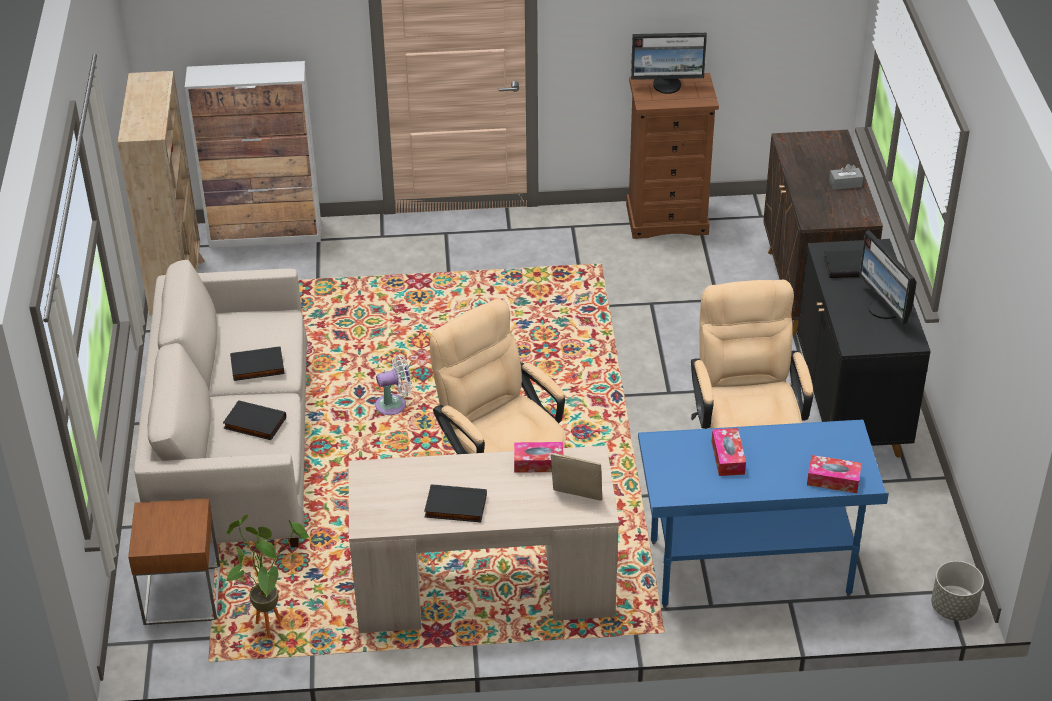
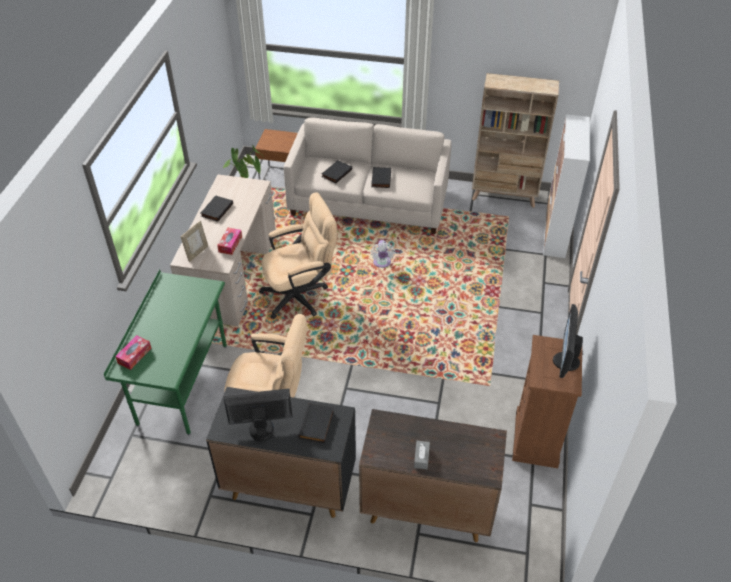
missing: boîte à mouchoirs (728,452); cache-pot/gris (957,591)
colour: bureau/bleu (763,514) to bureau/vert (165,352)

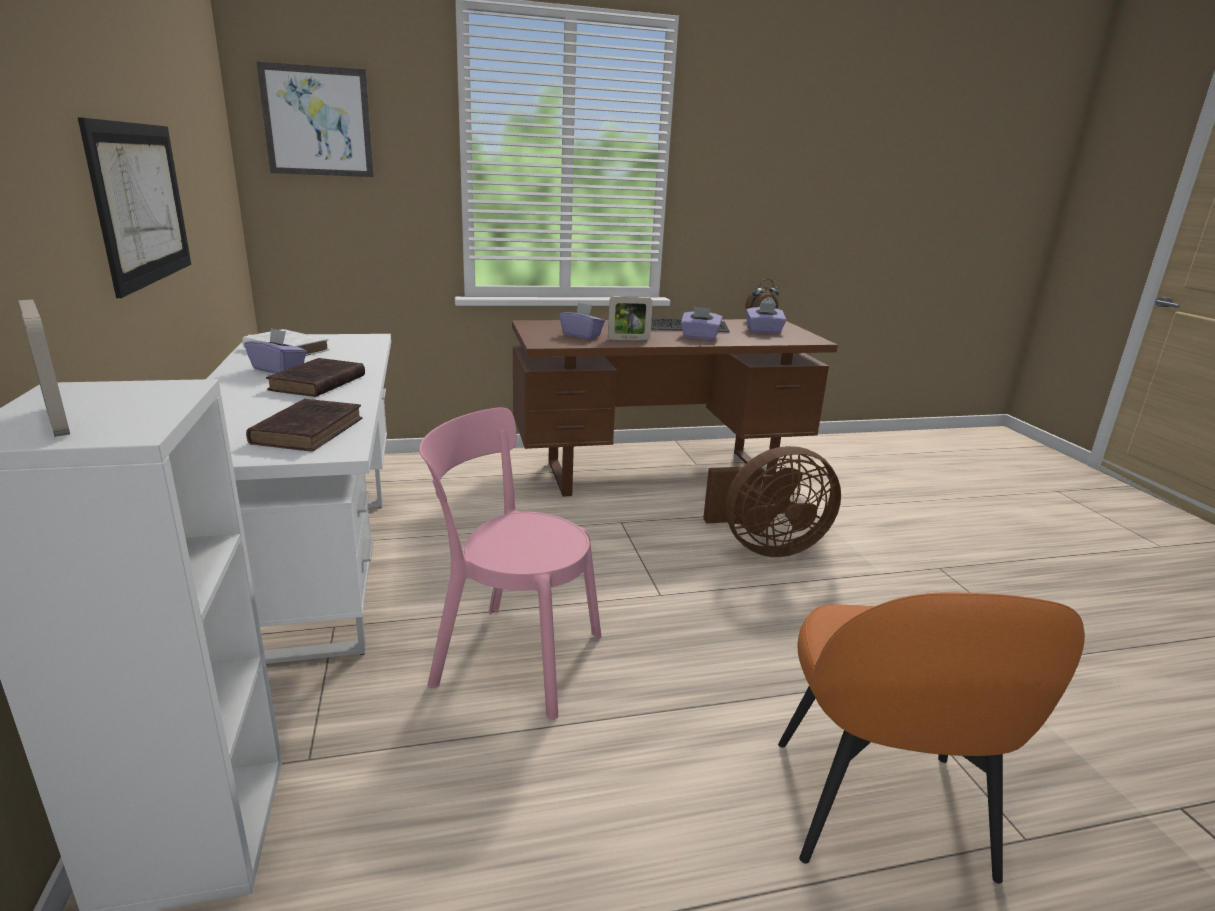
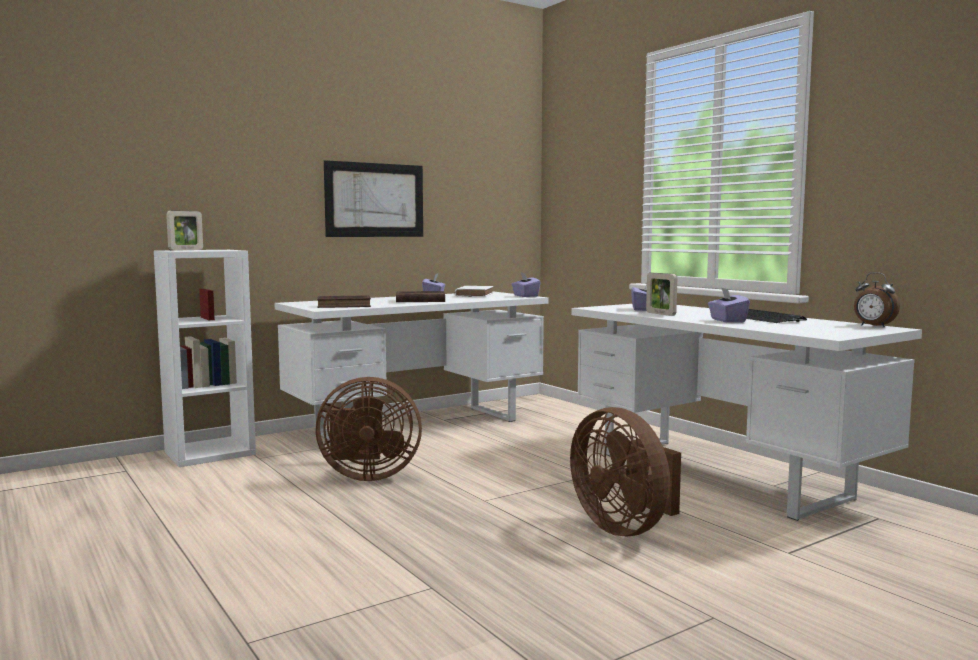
missing: tableau (315,119); chaise/orange (931,738)
relocated: boîte à mouchoirs/violet (766,318) to (526,285)
exchanged: chaise/rose (510,564) to ventilateur/marron (368,429)
colour: bureau/marron (675,408) to bureau/blanc (746,412)

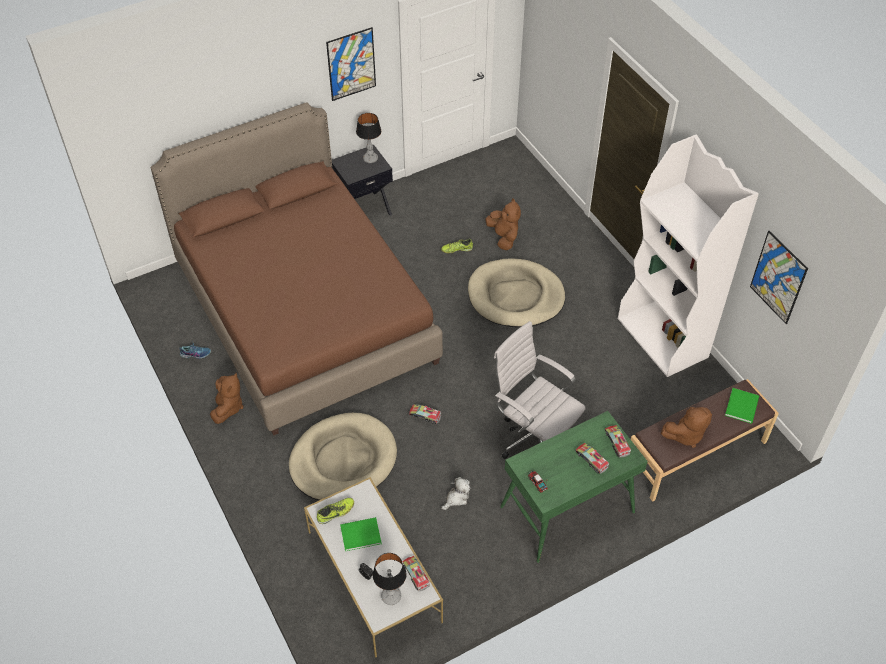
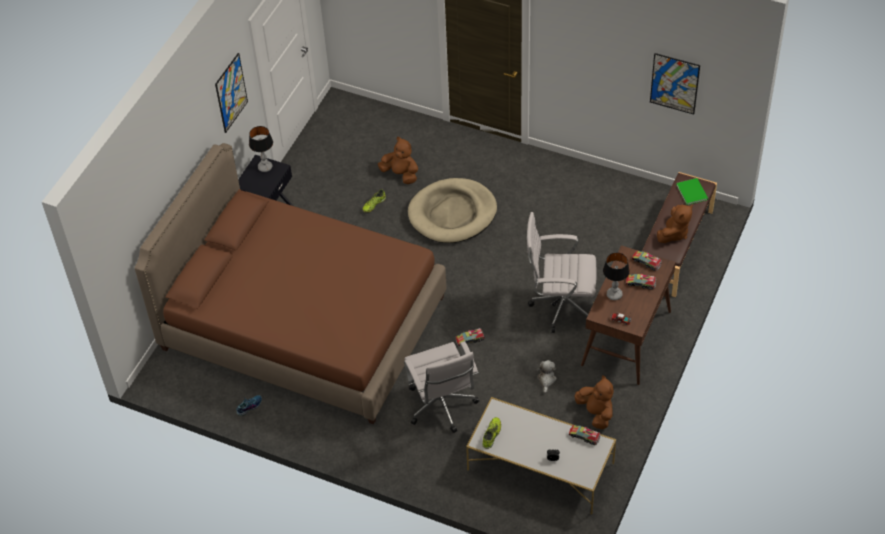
missing: bibliothèque/blanc (688,256); livre/vert (361,534)
relocated: peluche/marron (226,398) to (594,402); lampe de table (389,579) to (616,276)
exchanged: panier pour chien/beige (343,456) to chaise de bureau/blanc (441,387)
colour: bureau/vert (574,487) to bureau/marron (628,315)

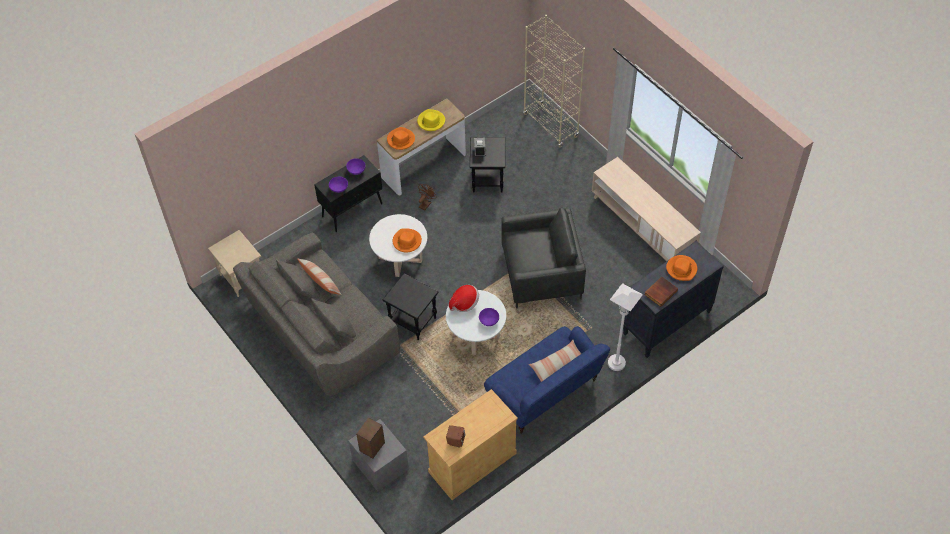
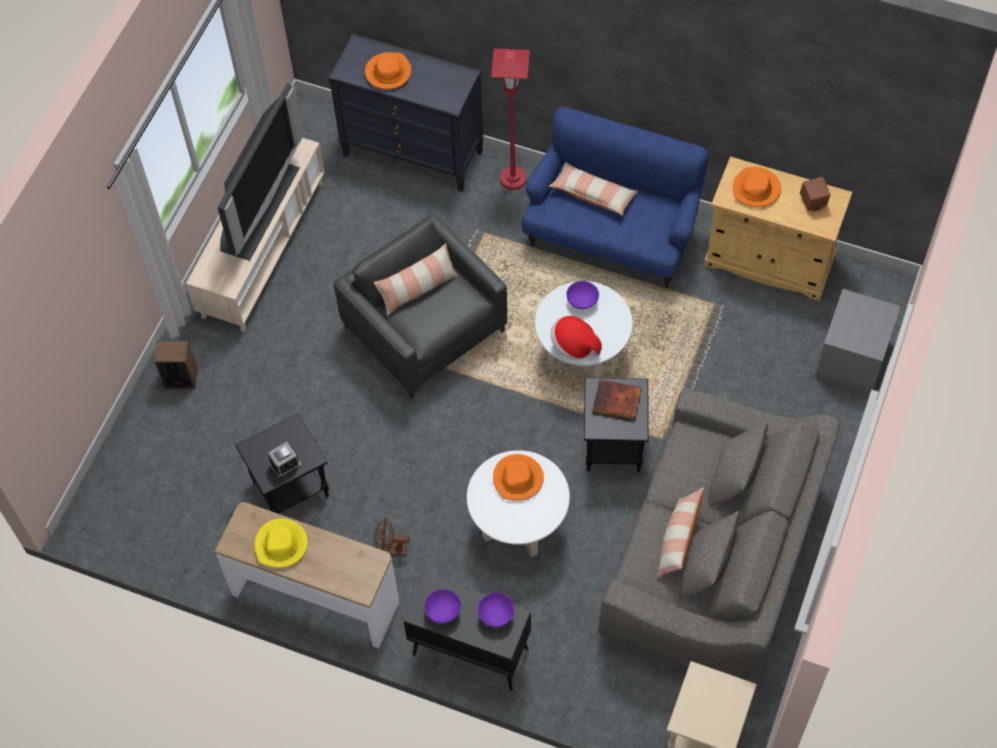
missing: bibliothèque/beige (554,81)
appeared: téléviseur (260,172); coussin (416,279)
relocated: chapeau/orange (401,138) to (757,187); livre (661,291) to (617,399); enceinte (370,437) to (176,365)
colour: lampadaire/blanc (625,327) to lampadaire/rouge (510,119)

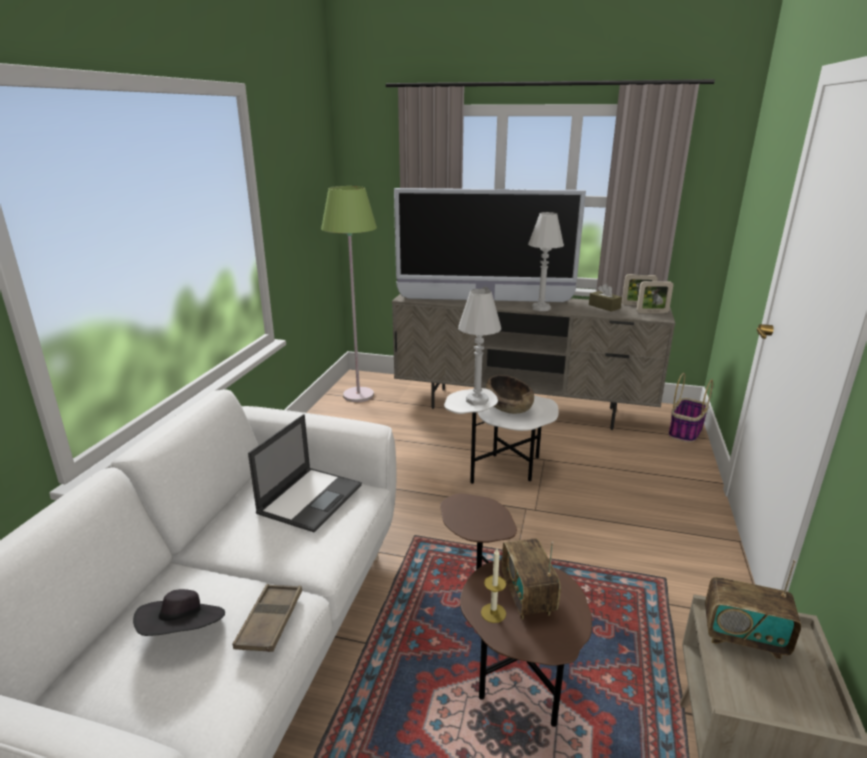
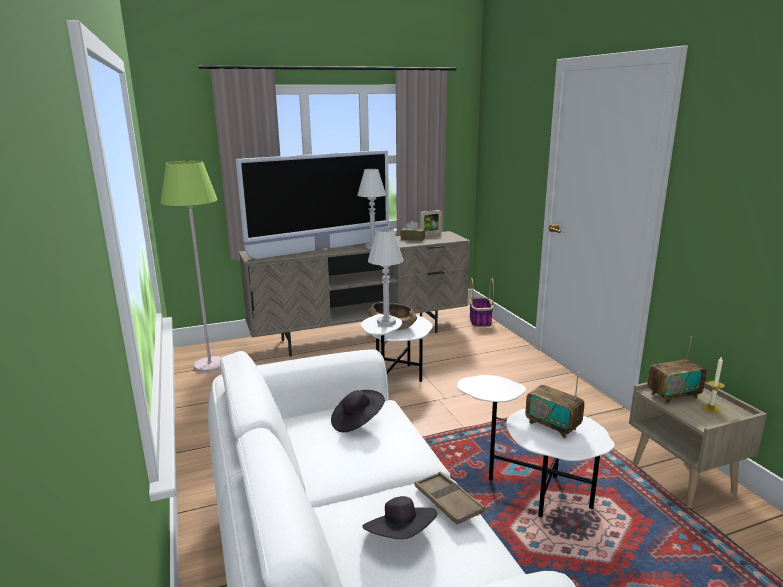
missing: cadre photo (654,297)
relocated: bougie (493,586) to (713,384)
exchanged: ordinateur portable (305,473) to chapeau/noir (358,411)
colour: table d'appoint/marron (516,610) to table d'appoint/blanc (536,446)

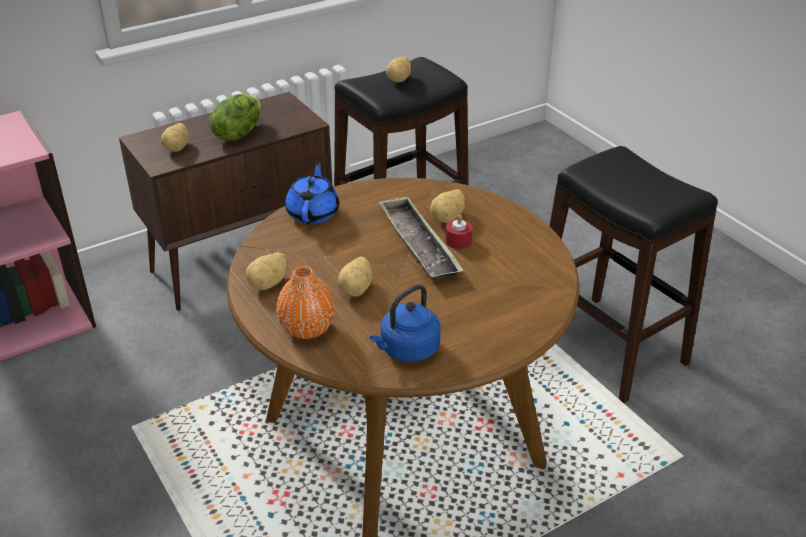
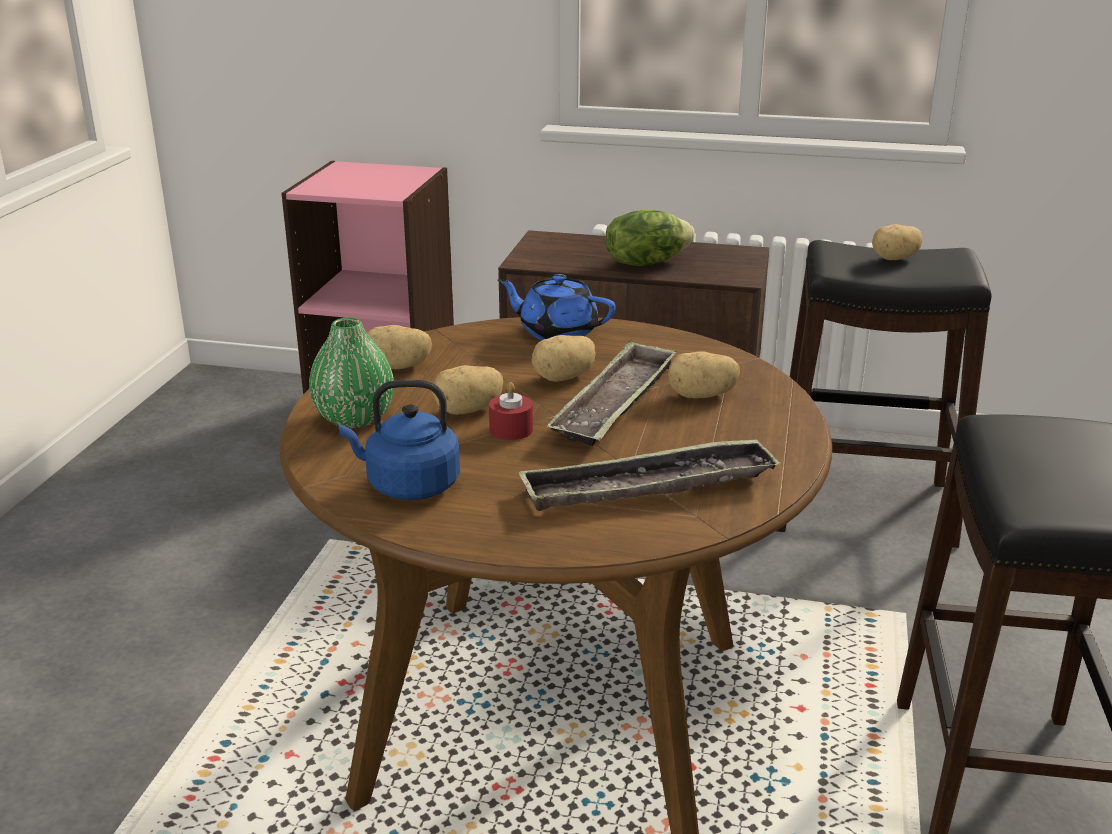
appeared: plateau (649,474)
relocated: pomme de terre (175,137) to (564,358); bougie/rouge (459,232) to (511,411)
colour: vase/orange (305,302) to vase/vert (351,372)
spun: théière/bleu (312,193) = (557,307) 120 degrees counterclockwise

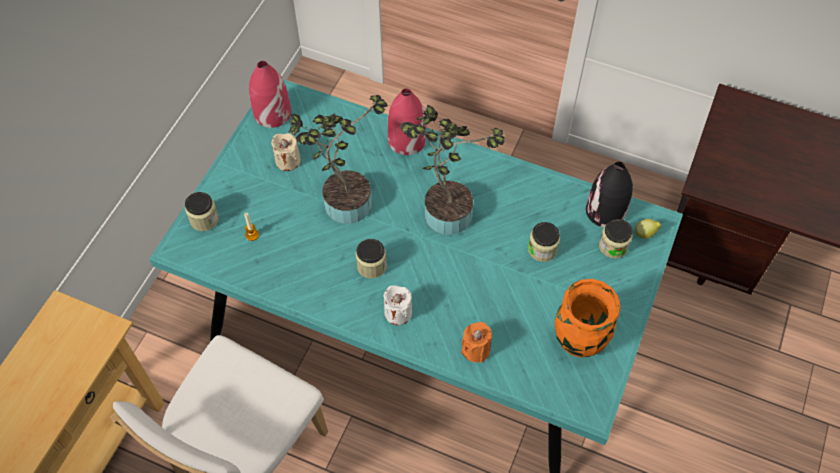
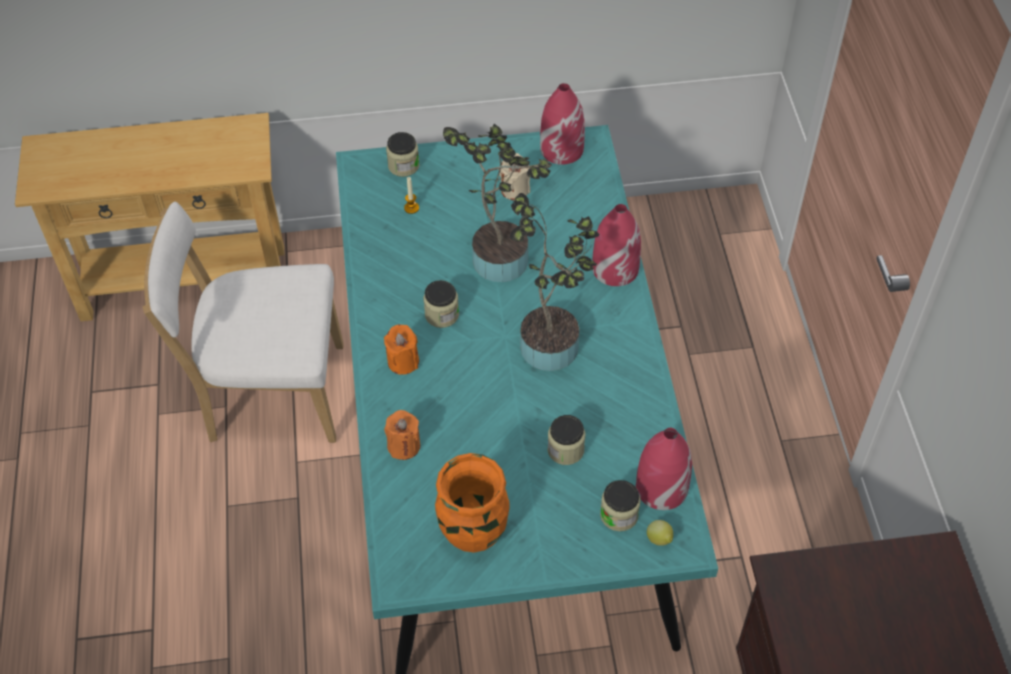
colour: vase/noir (609,194) to vase/rouge (664,469); bougie/blanc (397,305) to bougie/orange (401,349)

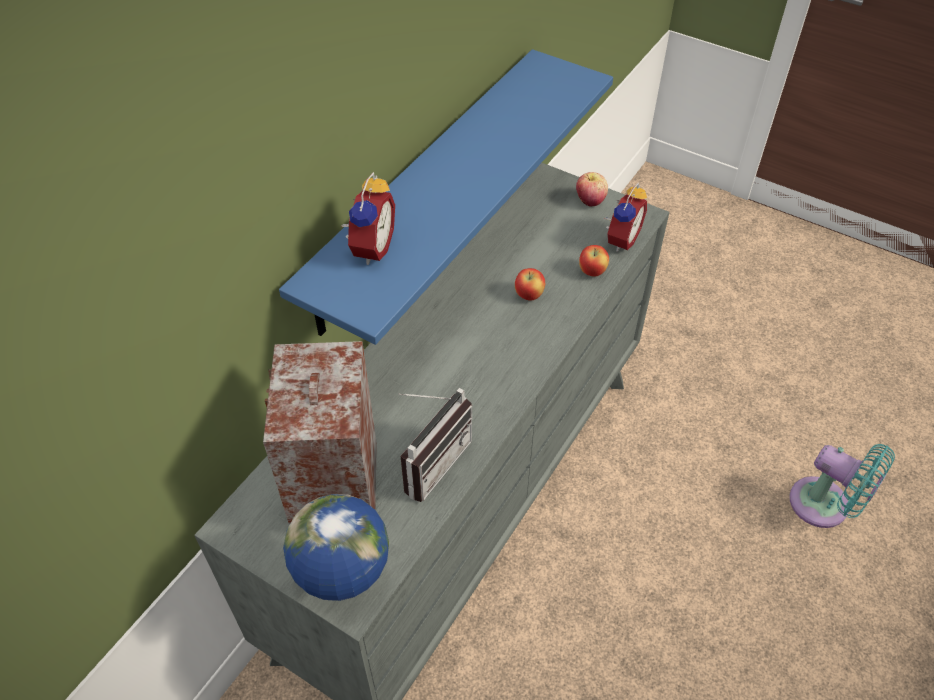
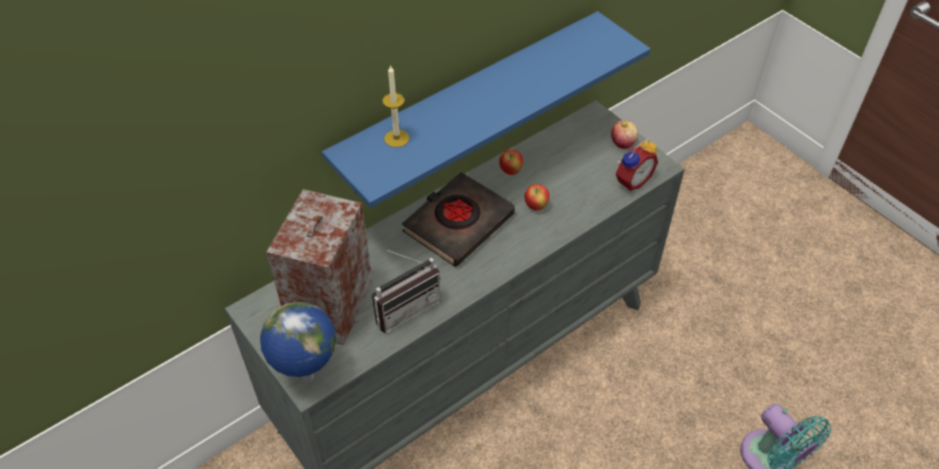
appeared: livre/noir (458,219)
relocated: pomme (594,261) to (511,162)
exchanged: réveil (367,218) to bougie (395,106)

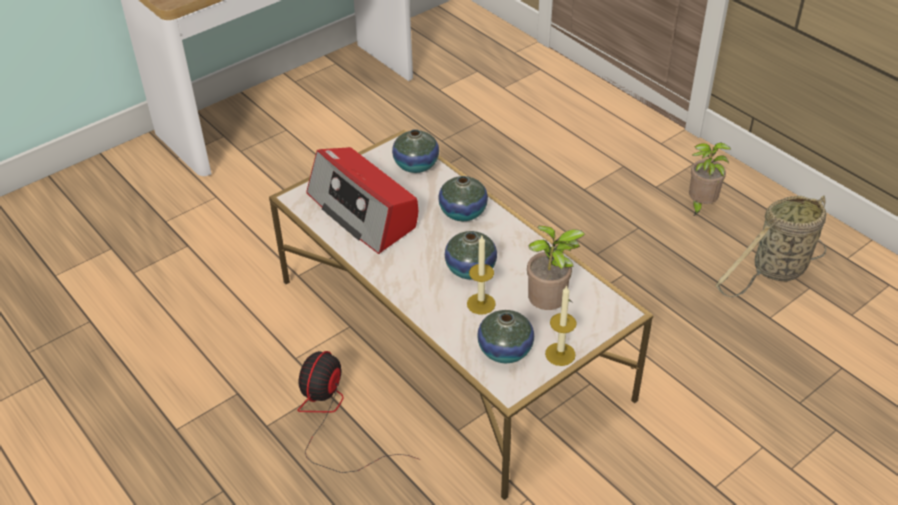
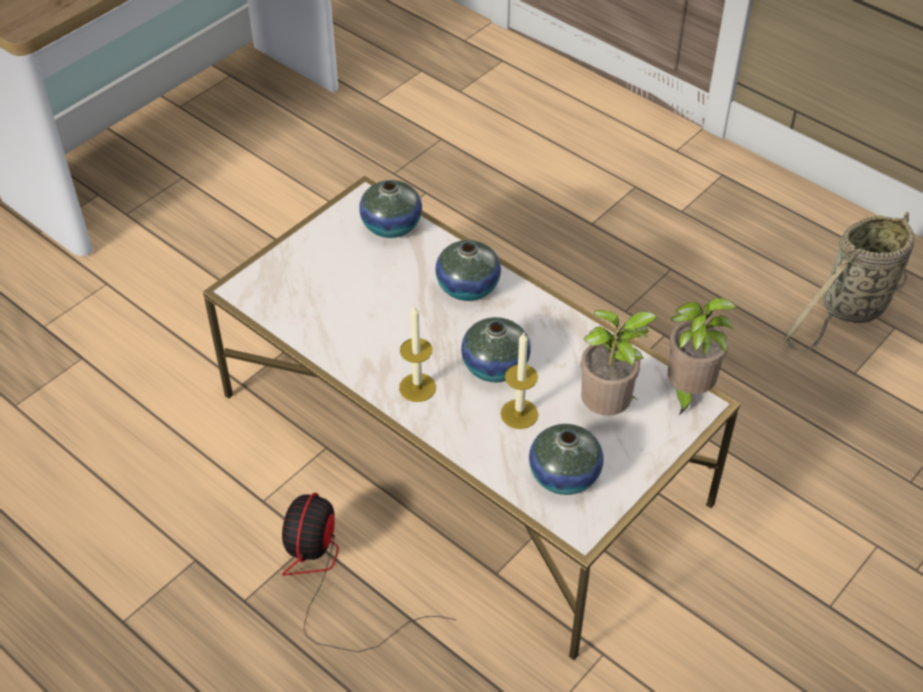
missing: radio (362,200)
relocated: plante en pot (710,179) to (702,356); bougie (561,325) to (417,353)

